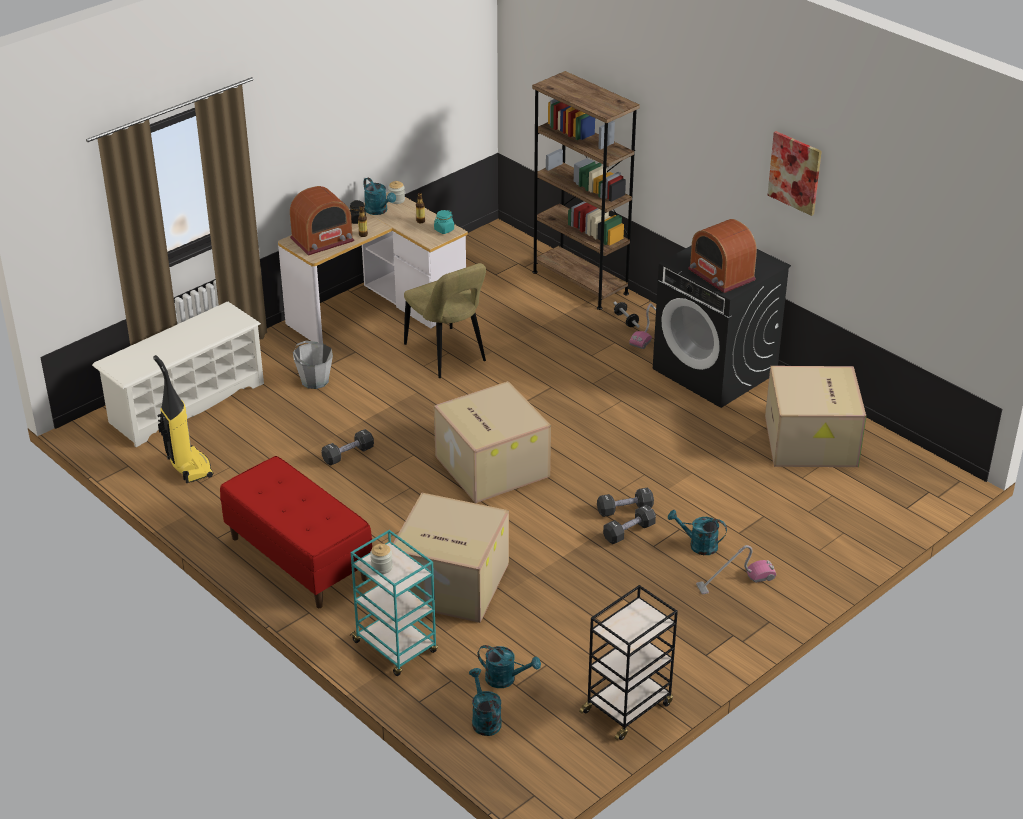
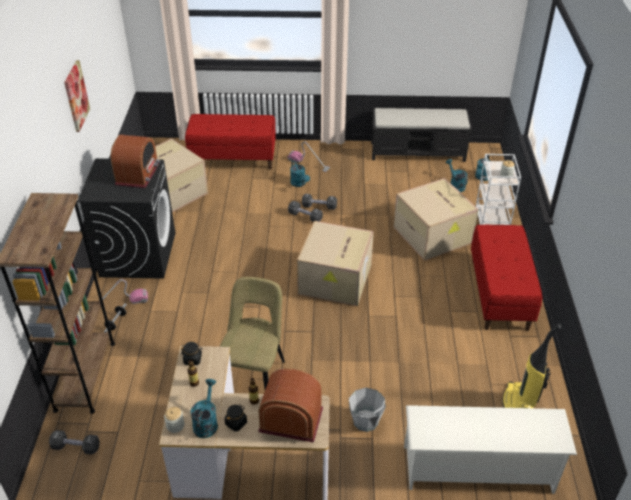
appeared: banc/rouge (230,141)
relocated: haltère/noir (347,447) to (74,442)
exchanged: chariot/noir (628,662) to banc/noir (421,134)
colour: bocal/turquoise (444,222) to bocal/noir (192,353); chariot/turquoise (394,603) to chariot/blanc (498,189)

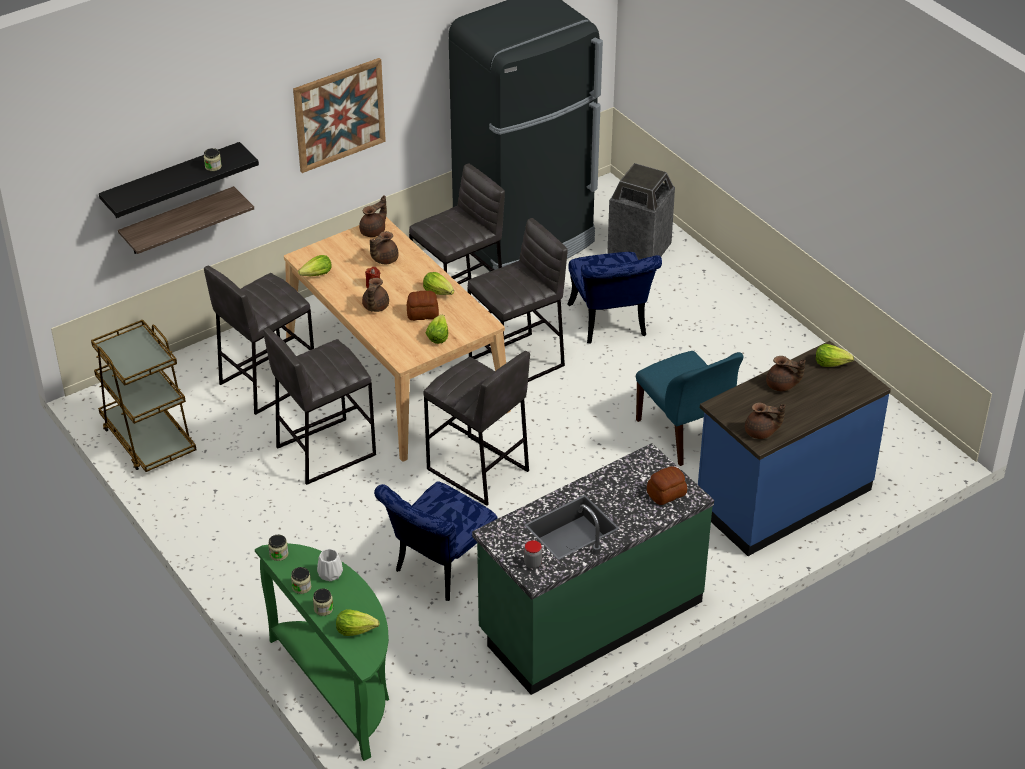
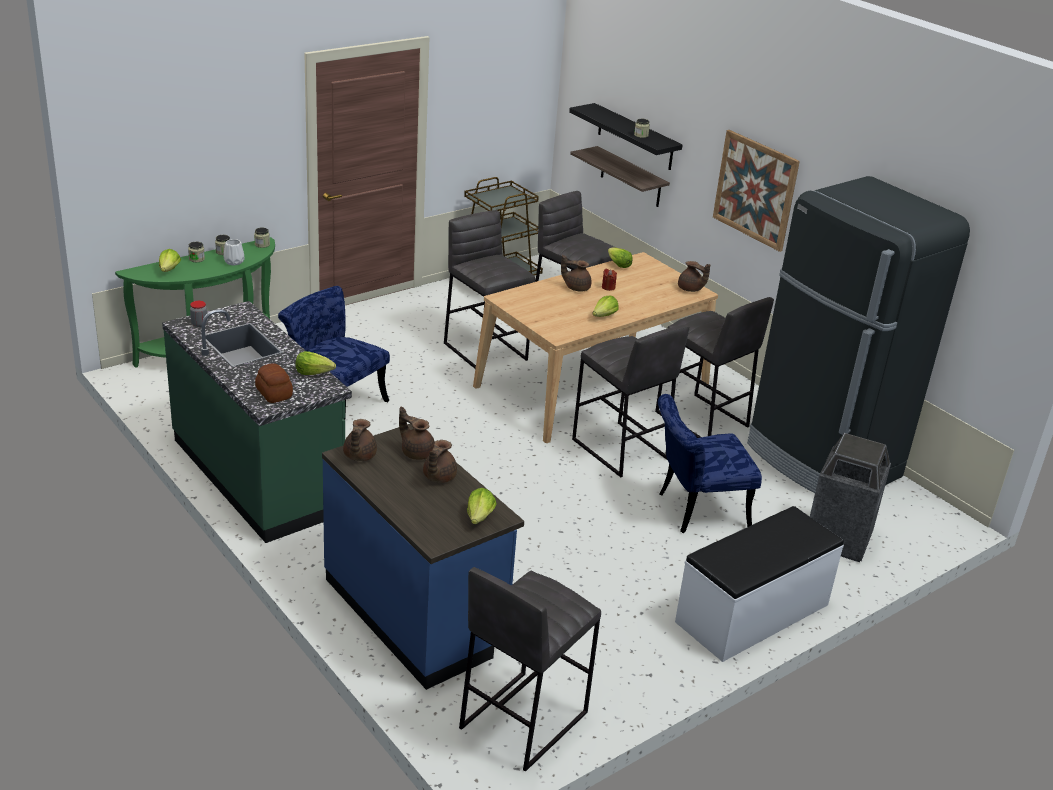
missing: pain (423,306); chaise/bleu (690,408)
appeared: banc/blanc (759,584)
relocated: théière/marron (384,247) to (417,433); laitue (437,329) to (315,363); tabouret/gris (476,428) to (530,669)

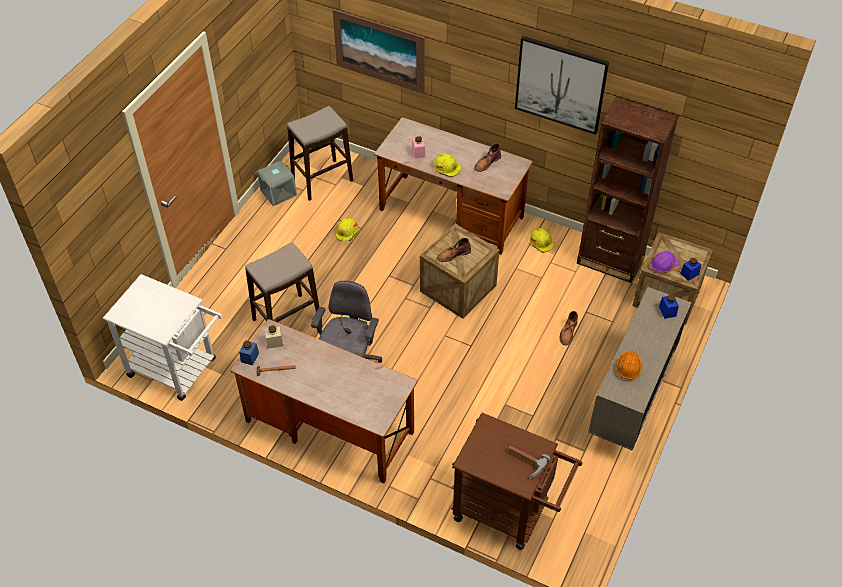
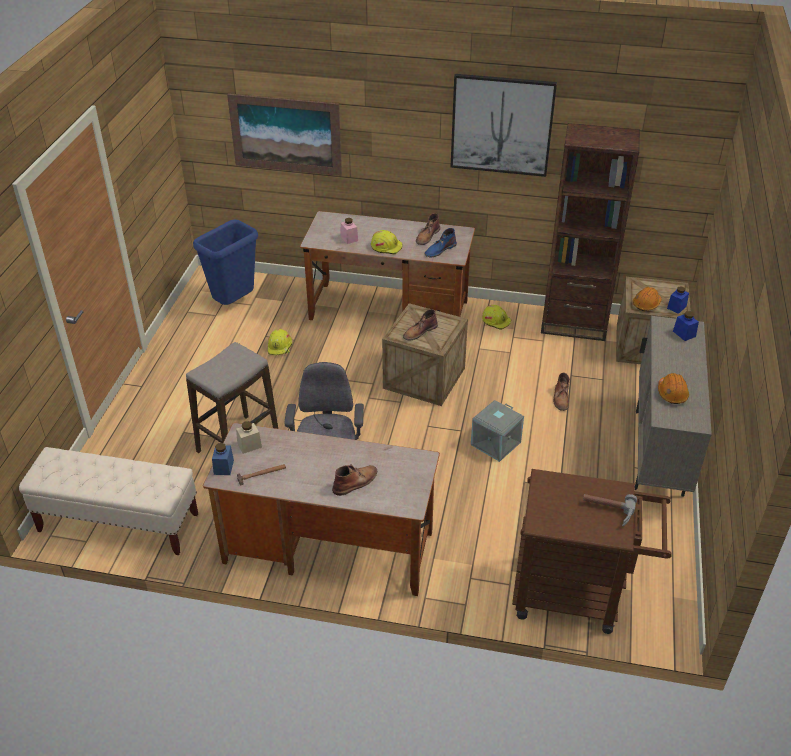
appeared: botte/bleu (440,243); botte/marron (354,480)
relocated: boîte de rangement/gris (277,183) to (497,431)
exchanged: tabouret (320,153) to poubelle/bleu (225,262); chariot/blanc (162,337) to banc/beige (108,501)
colour: casque de chantier/violet (664,262) to casque de chantier/orange (647,299)

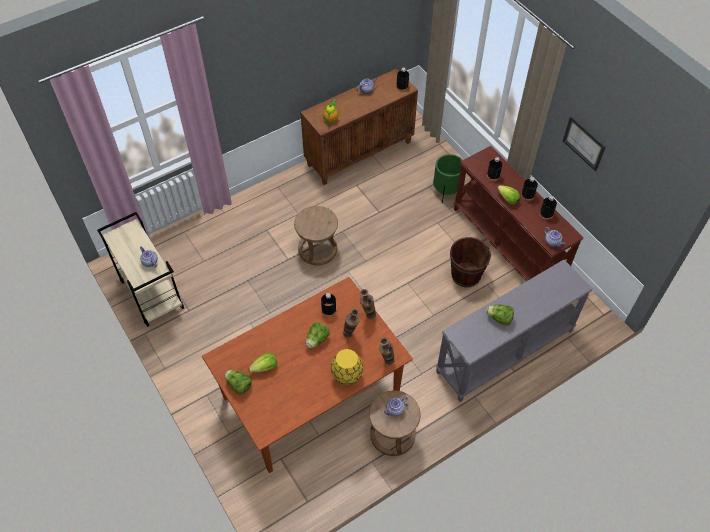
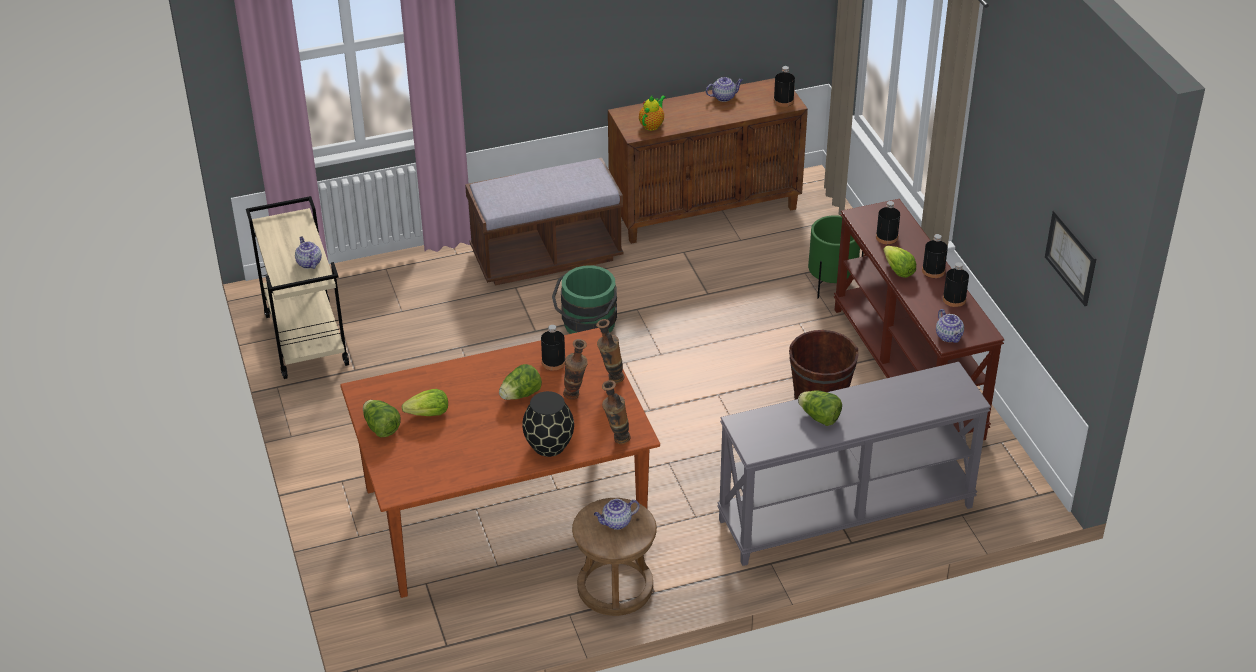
appeared: banc/marron (544,221)
relocated: tableau (584,143) to (1070,258)
exchanged: tabouret/marron (316,236) to seau/vert (584,300)
colour: vase/jaune (347,367) to vase/noir (548,424)

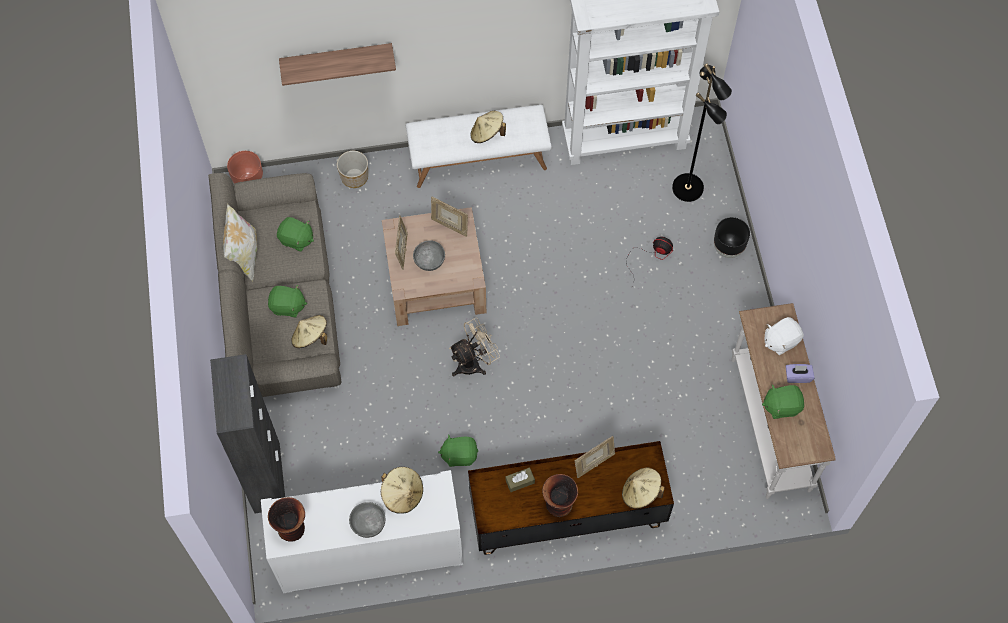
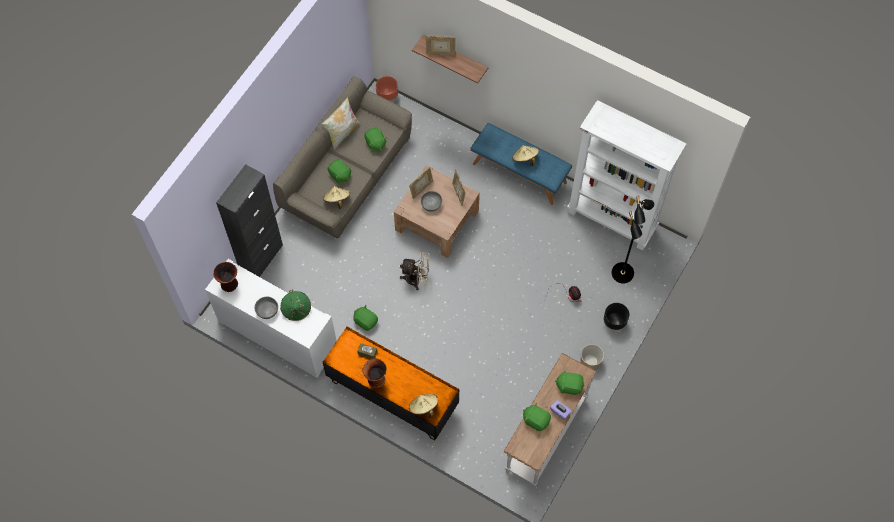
relocated: cache-pot (352,169) to (592,357); cadre photo (595,457) to (440,45)
colour: banc/blanc (479,146) to banc/bleu (521,164); peluche/blanc (784,336) to peluche/vert (569,382); chapeau/beige (402,490) to chapeau/vert (295,305)

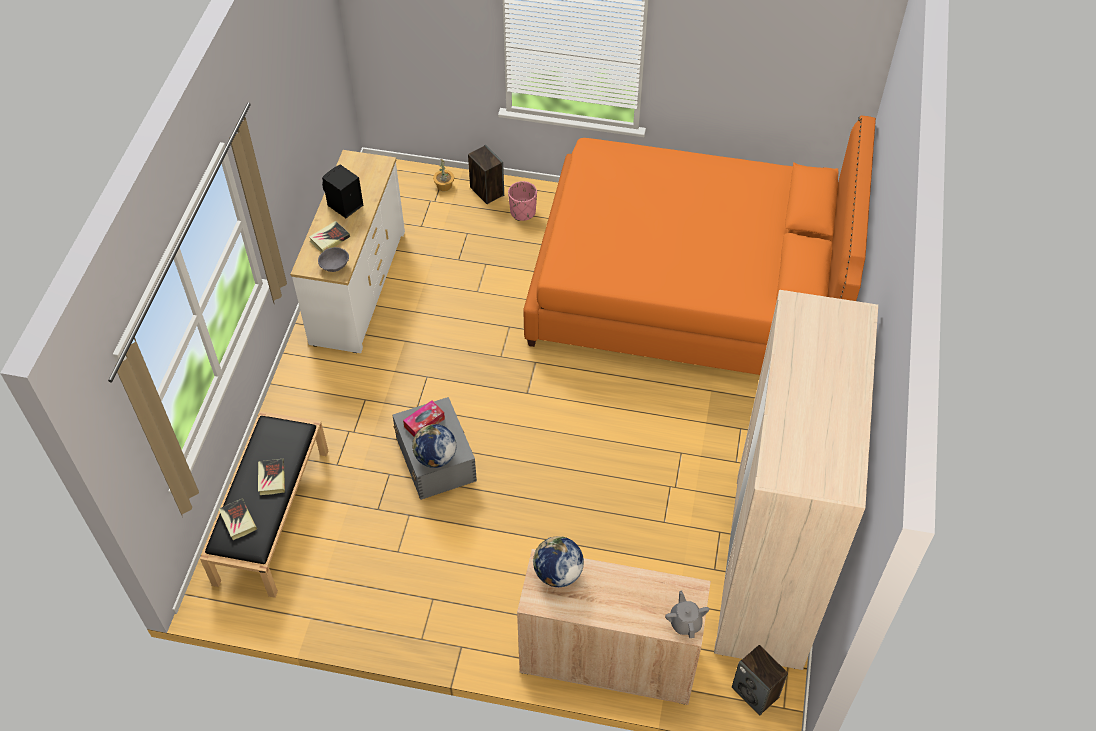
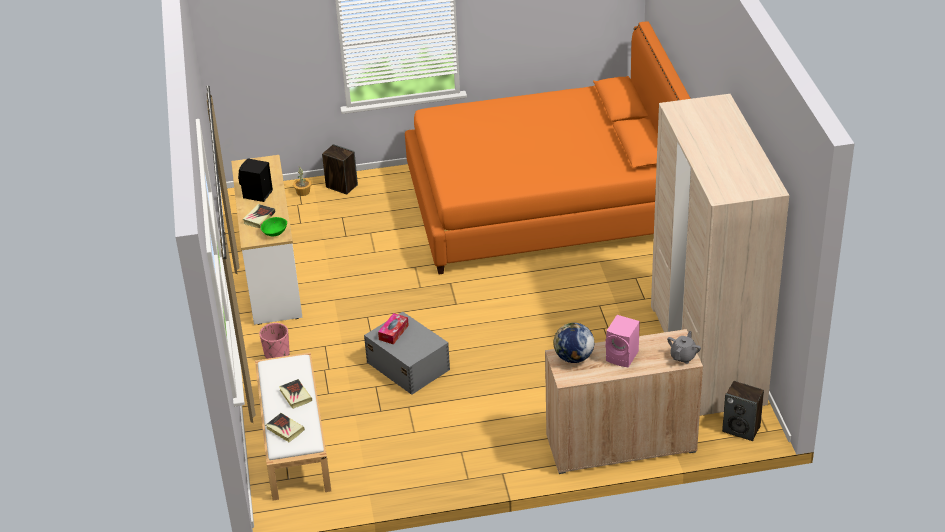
missing: globe (434,446)
appeared: enceinte/rose (622,341)
relocated: cache-pot/rose (522,201) to (274,341)
colour: bol/gris (333,259) to bol/vert (274,226); banc/noir (264,504) to banc/blanc (293,426)
spun: théière/gris (687,614) = (684,347) 60 degrees clockwise

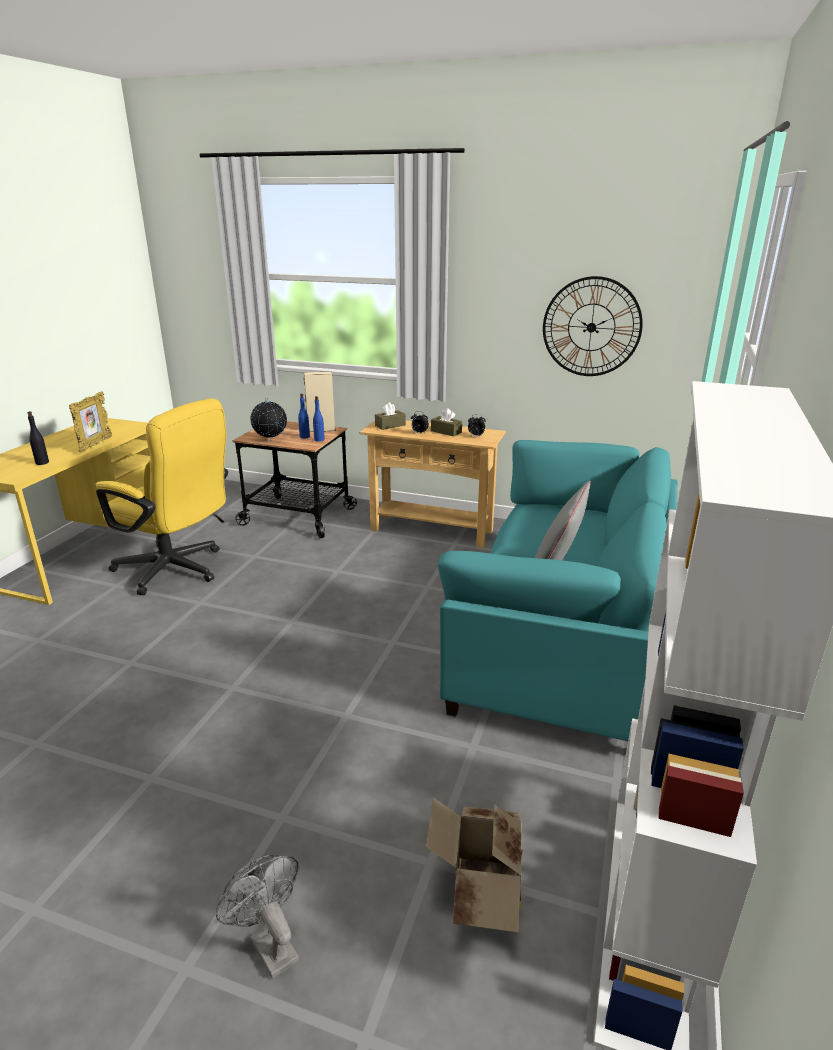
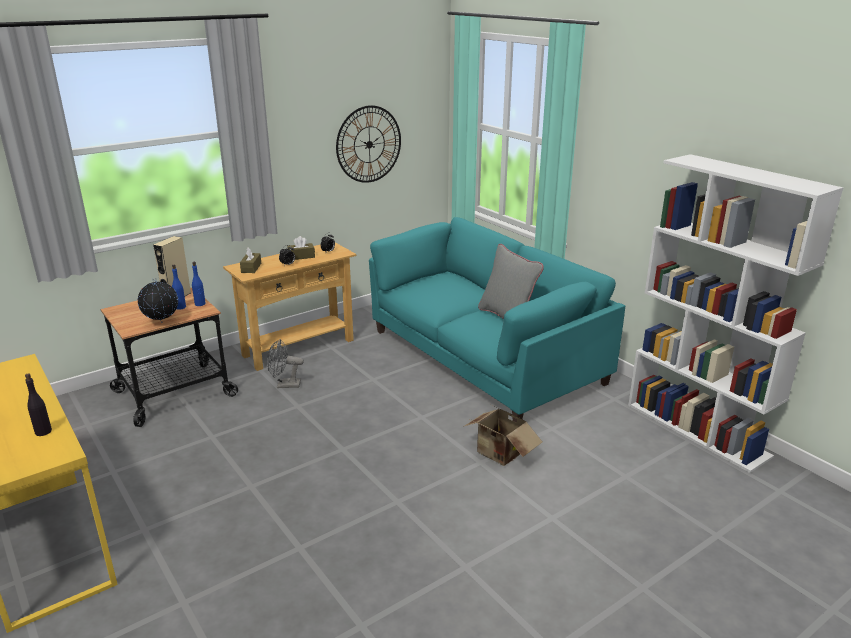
missing: cadre photo (90,422); chaise de bureau/jaune (162,496)
relocated: carton (474,865) to (502,436); ventilateur/gris (257,917) to (285,363)

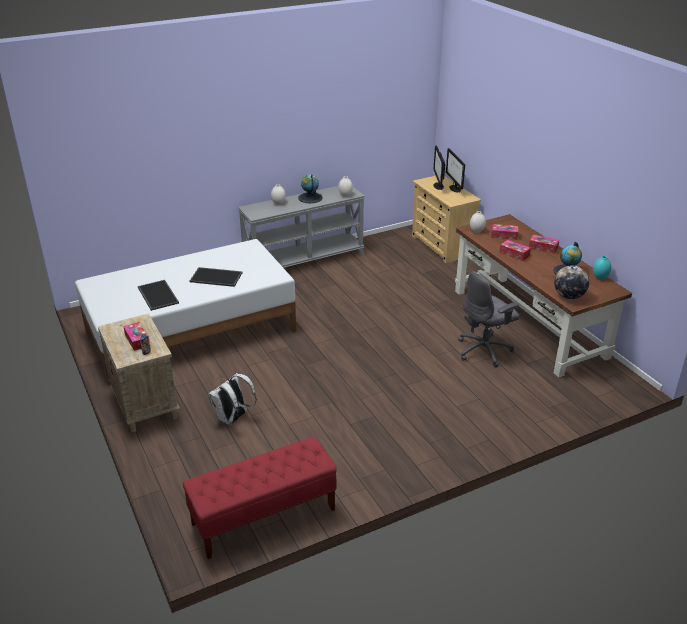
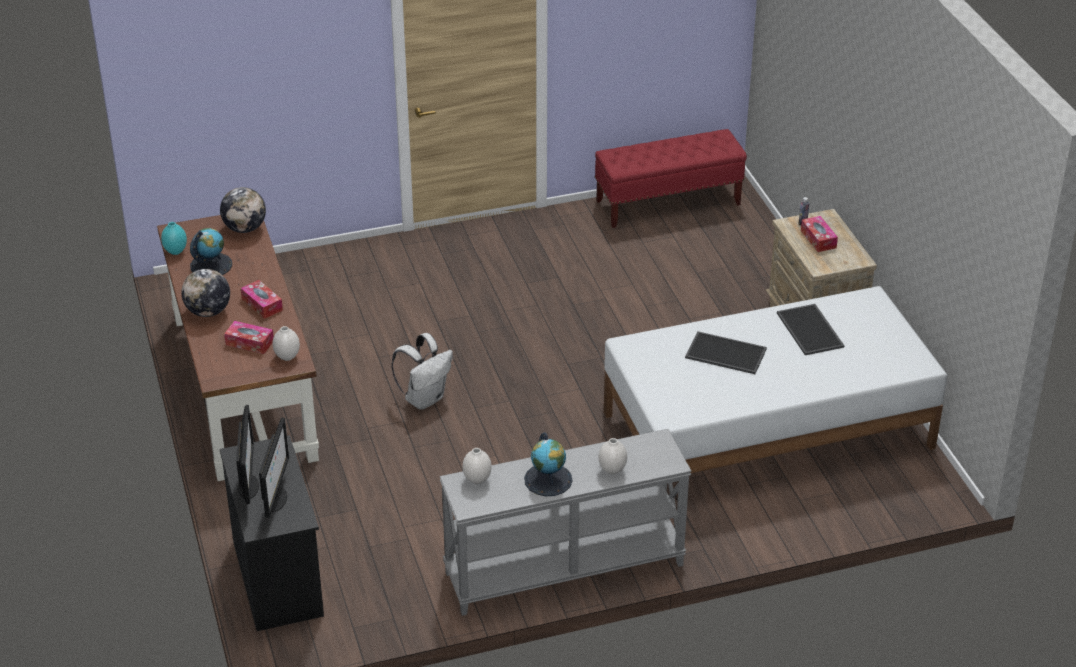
missing: chaise de bureau/gris (489,319)
relocated: sac à dos/blanc (232,399) to (422,371)
exchanged: boîte à mouchoirs (544,244) to globe (205,293)
colour: commode/beige (446,219) to commode/noir (272,533)

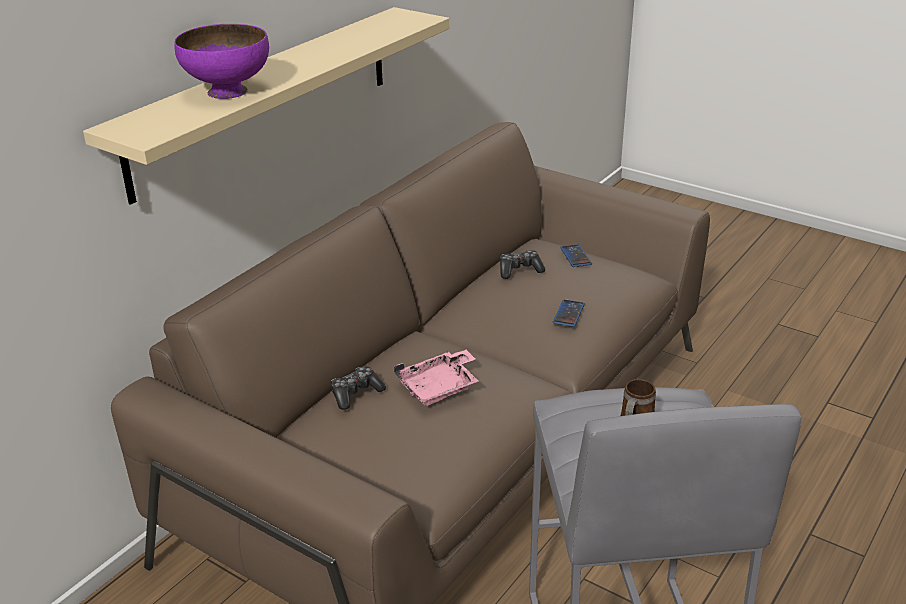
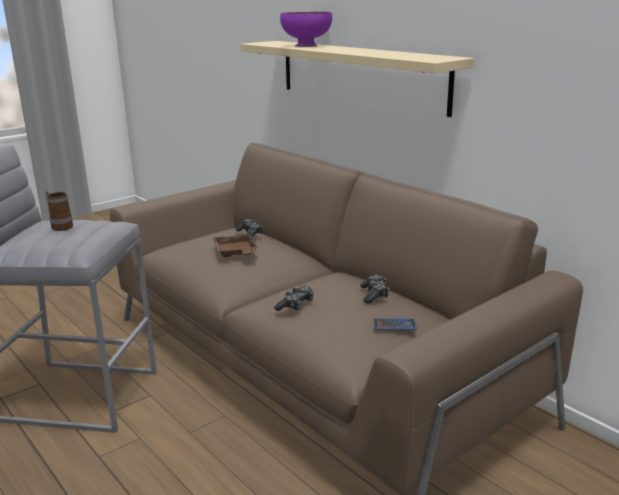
exchanged: téléphone (569,313) to manette (294,298)
colour: plateau/rose (436,378) to plateau/marron (235,244)

